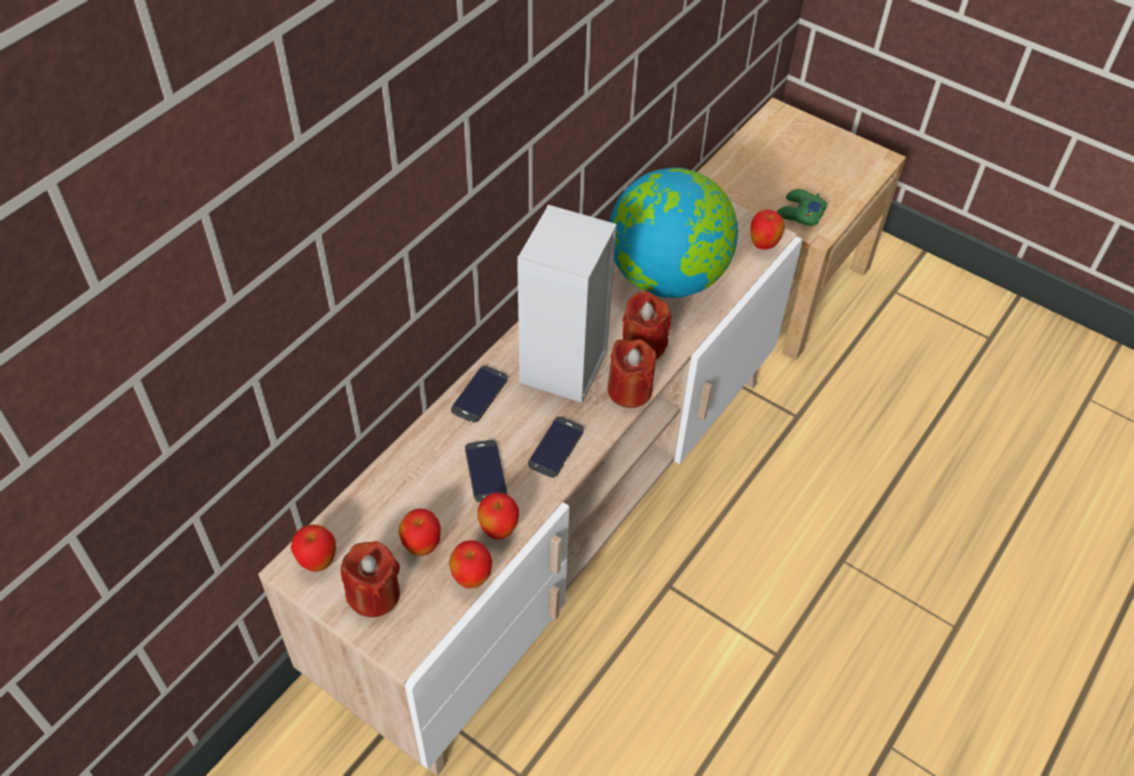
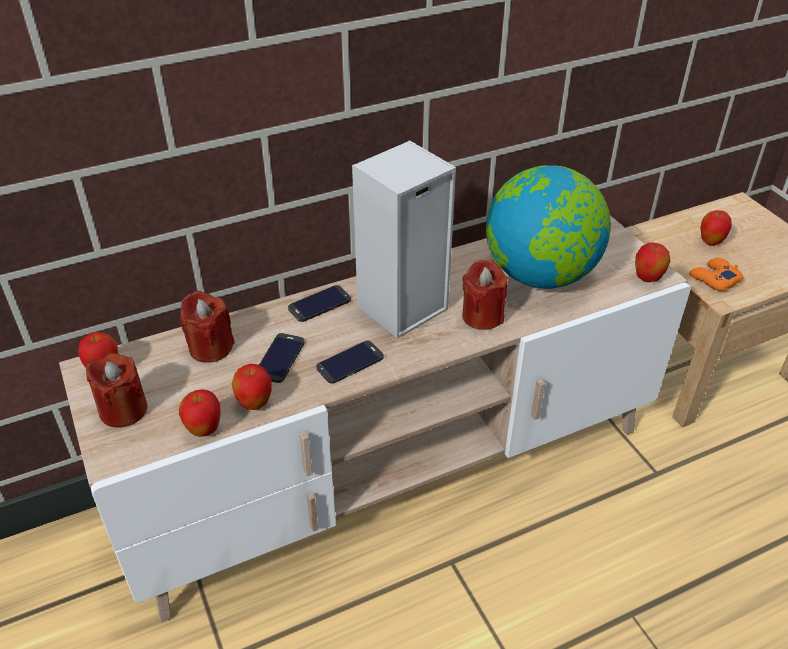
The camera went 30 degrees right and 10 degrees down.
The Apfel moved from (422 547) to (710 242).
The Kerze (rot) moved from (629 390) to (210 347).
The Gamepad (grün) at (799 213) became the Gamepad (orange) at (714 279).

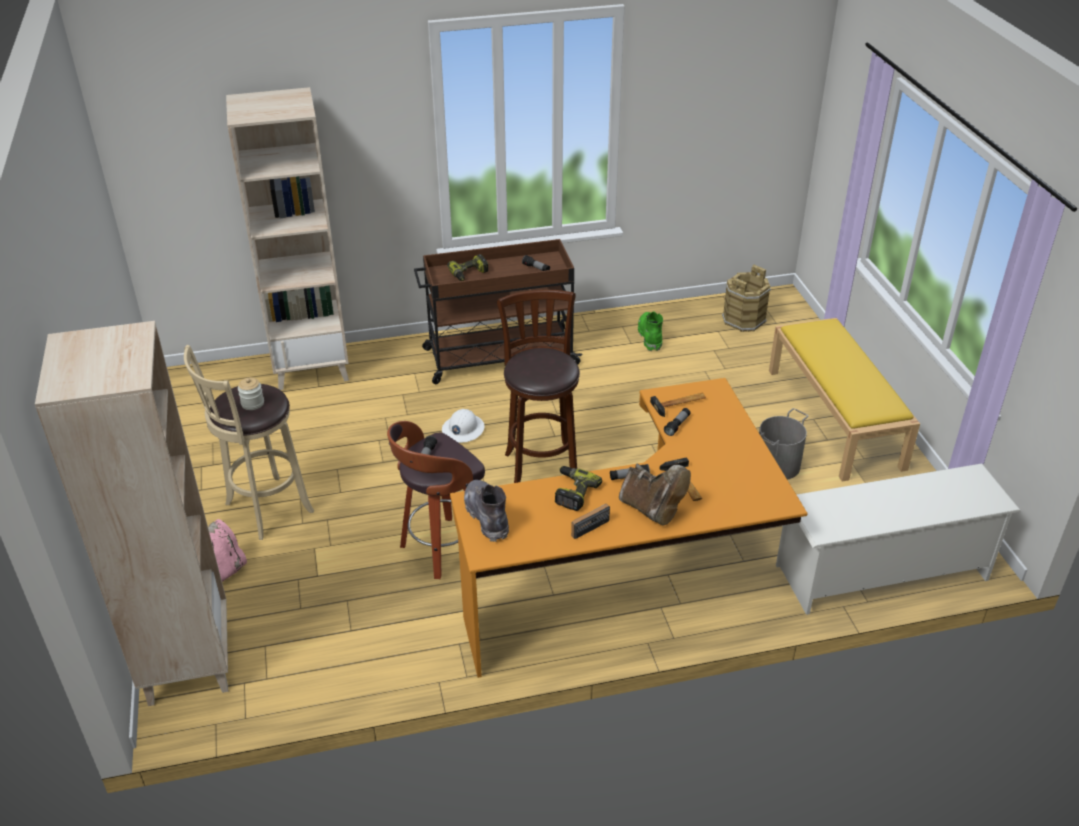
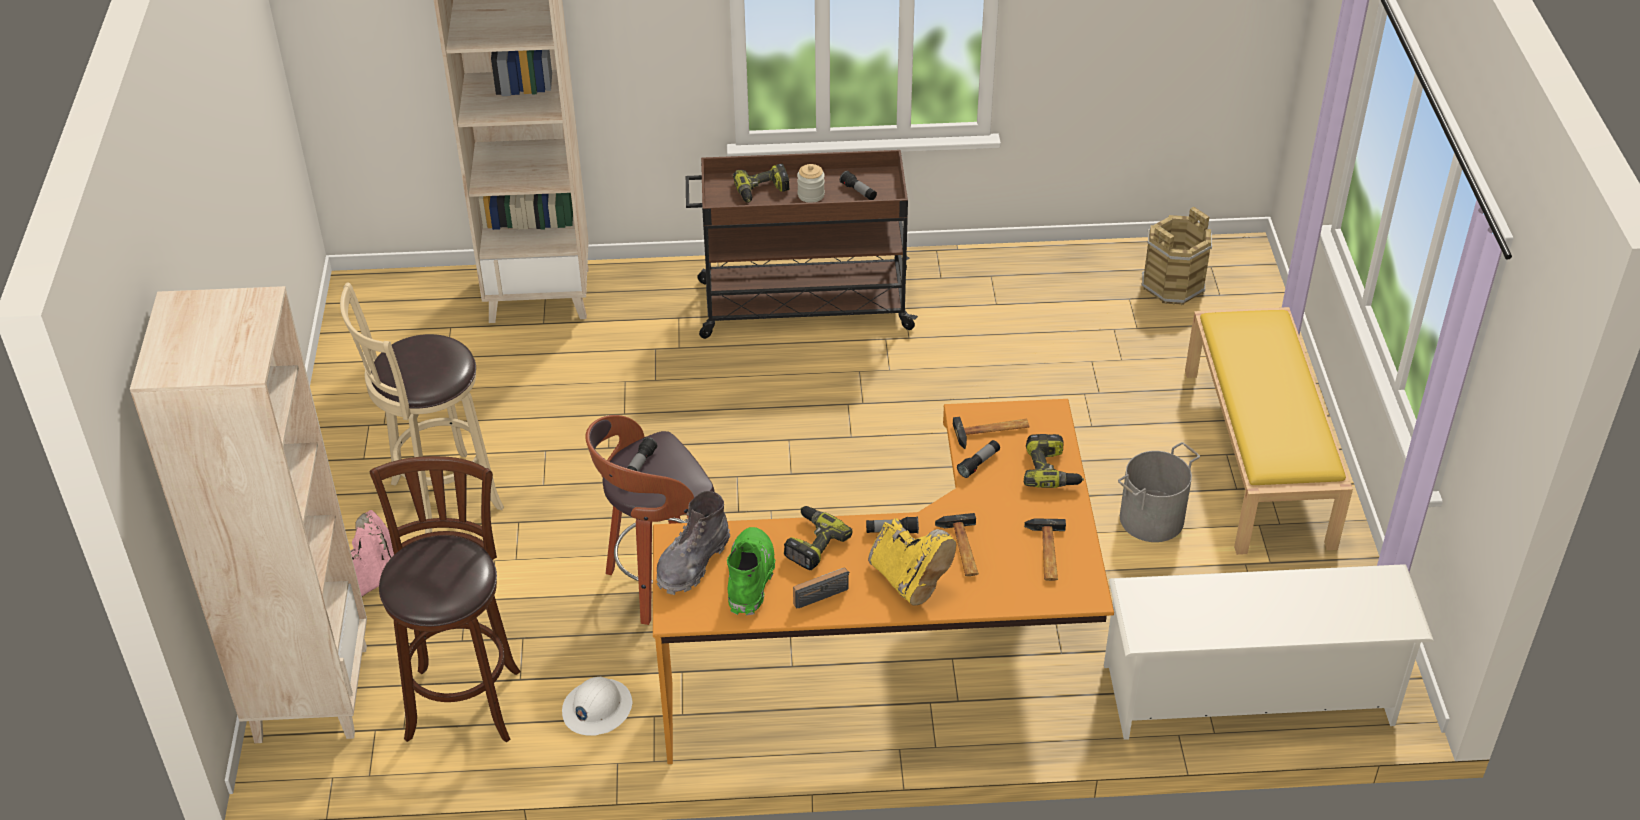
The camera went 10 degrees right and 5 degrees up.
The Vorratsglas moved from (252 403) to (811 195).
The Schutzhelm (weiß) moved from (463 429) to (596 708).
The Stiefel (grau) at (487 516) turned 135 degrees counterclockwise.
The Hocker (braun) moved from (541 466) to (464 698).
The Stiefel (braun) at (652 510) became the Stiefel (gelb) at (908 581).
The Stiefel (grün) moved from (650 337) to (750 578).
The Bohrmaschine at (1051 470) appeared.
The Hammer at (1046 553) appeared.

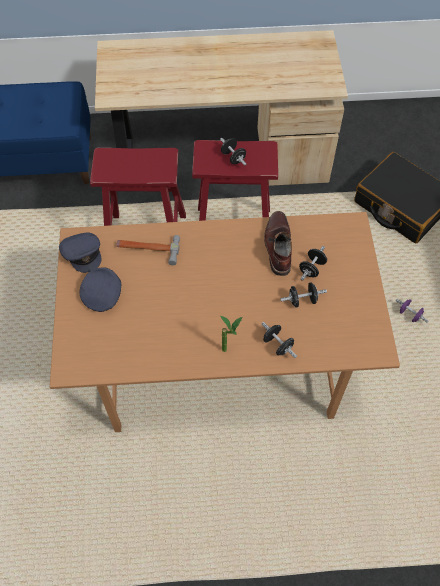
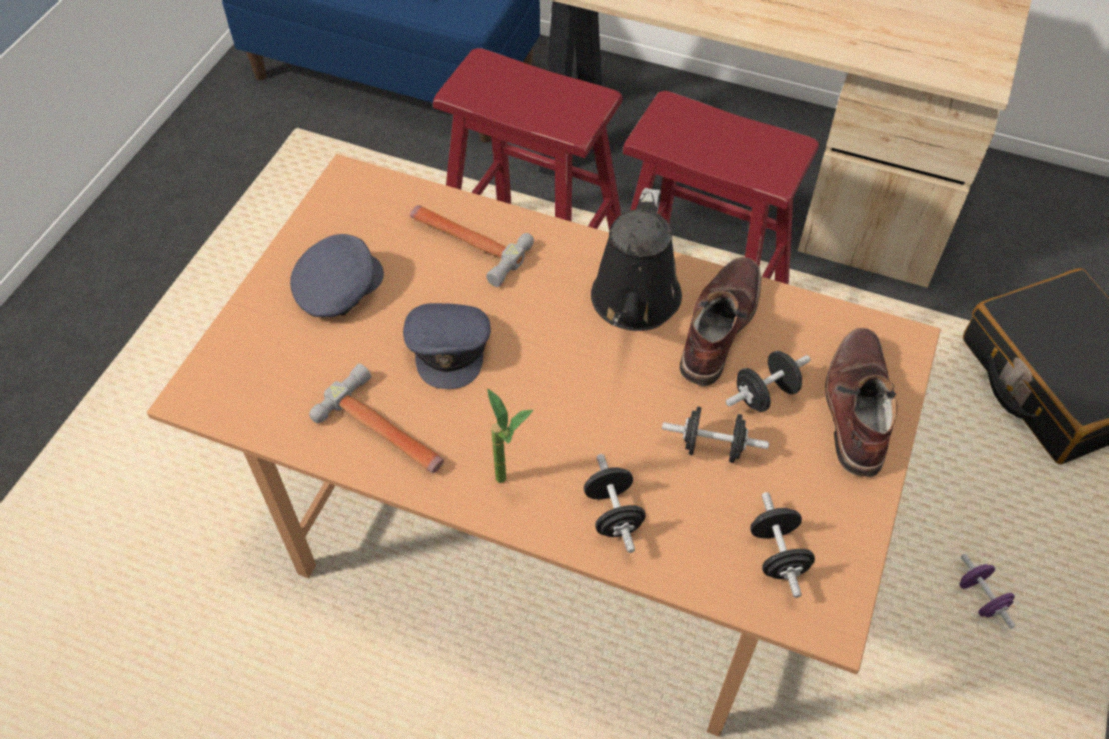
The camera went 25 degrees right and 5 degrees down.
The Kappe (grau) moved from (83 253) to (449 347).
The Hantel (schwarz) moved from (233 157) to (777 555).
The Hammer at (386 432) appeared.
The Gießkanne (schwarz) at (634 304) appeared.
The Stiefel (braun) at (855 407) appeared.

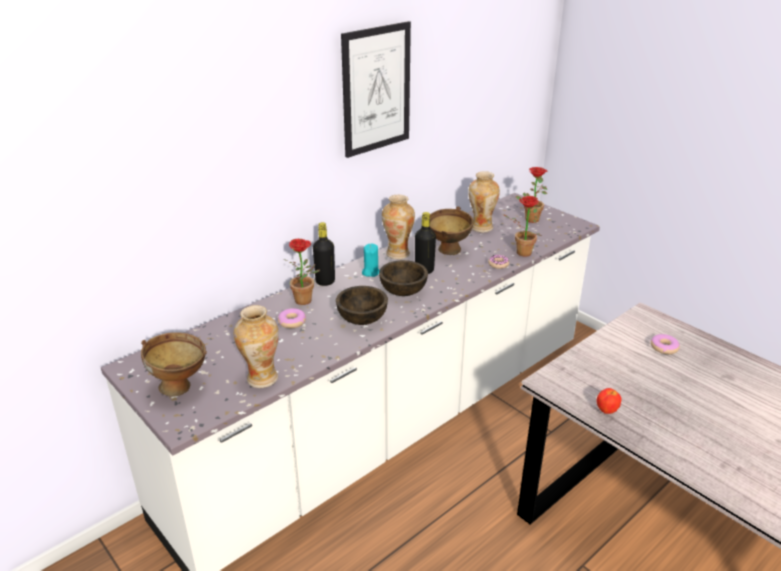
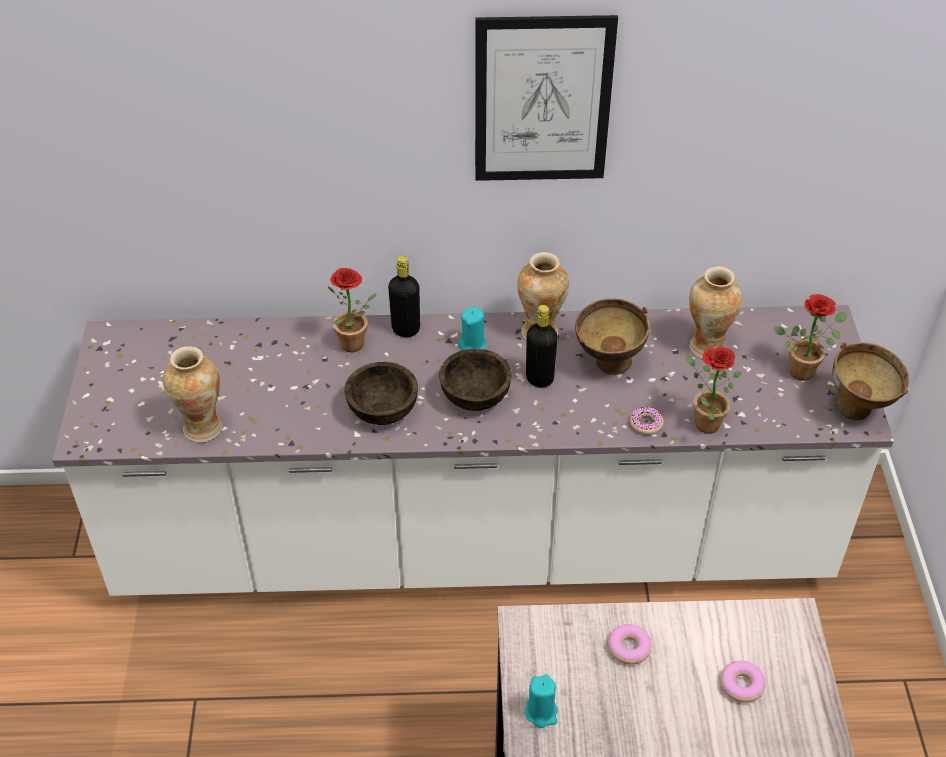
The camera went 40 degrees right and 15 degrees up.
The Schüssel (braun) moved from (182 388) to (859 411).
The Donut moved from (292 322) to (629 648).
The Apfel at (606 410) was replaced by the Kerze (türkis) at (541 712).

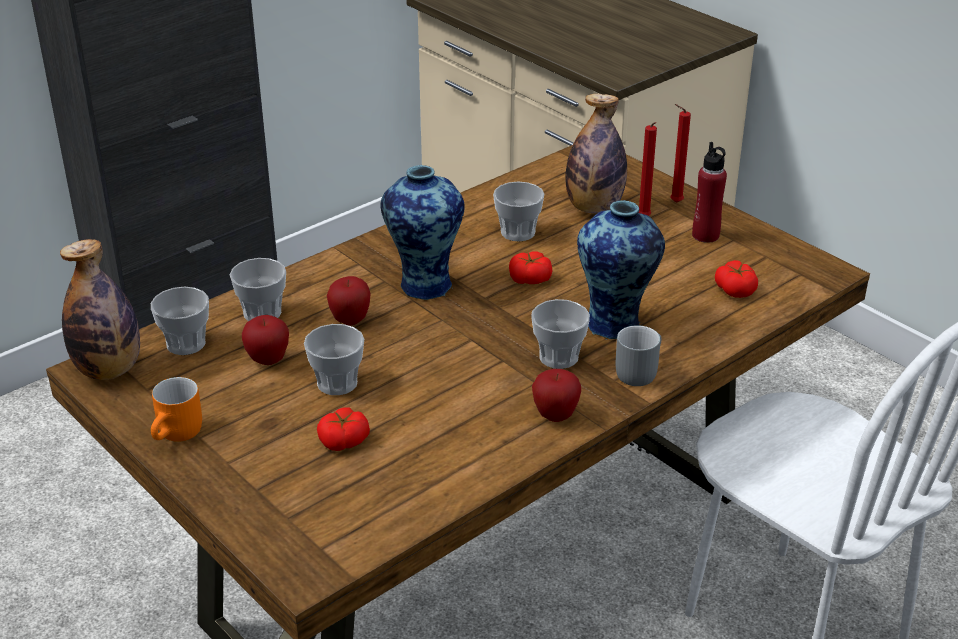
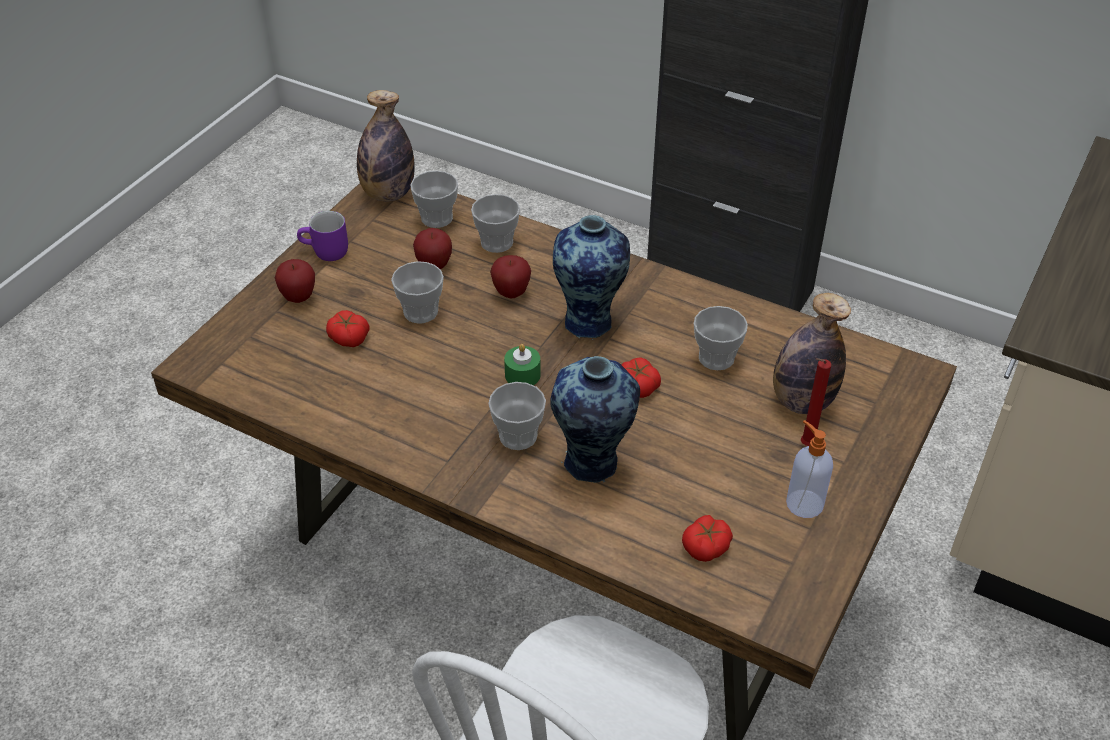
The camera went 70 degrees right and 10 degrees up.
The Henkelbecher (orange) at (179 435) became the Henkelbecher (lila) at (325 253).
The Apfel moved from (555 416) to (299 297).
The Henkelbecher (grau) at (637 371) disappeared.
The Kerze (rot) at (674 202) disappeared.
The Flasche (rot) at (705 235) was replaced by the Seifenspender at (803 503).
The Kerze (grün) at (522 375) appeared.

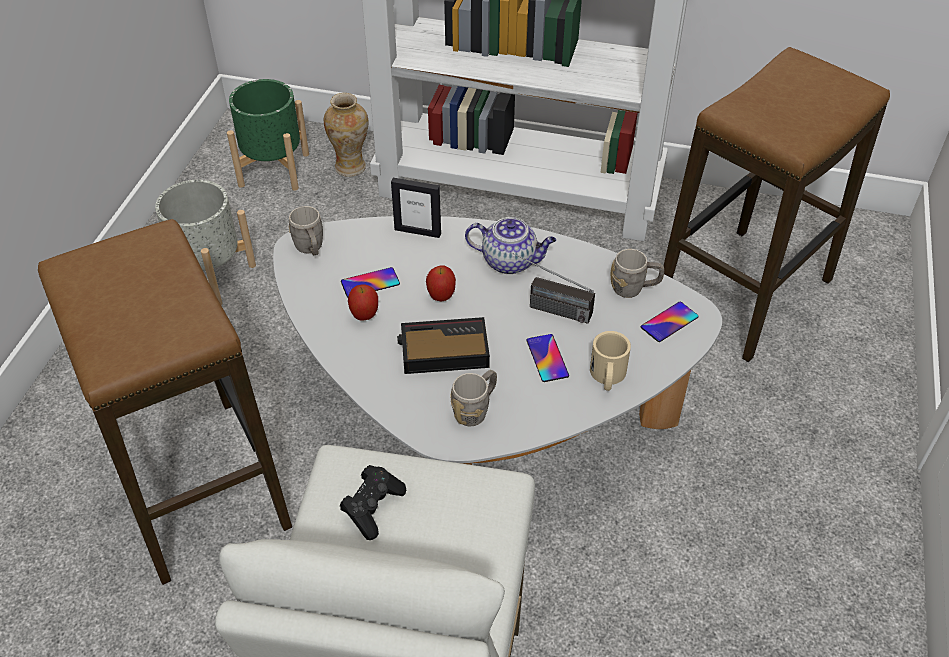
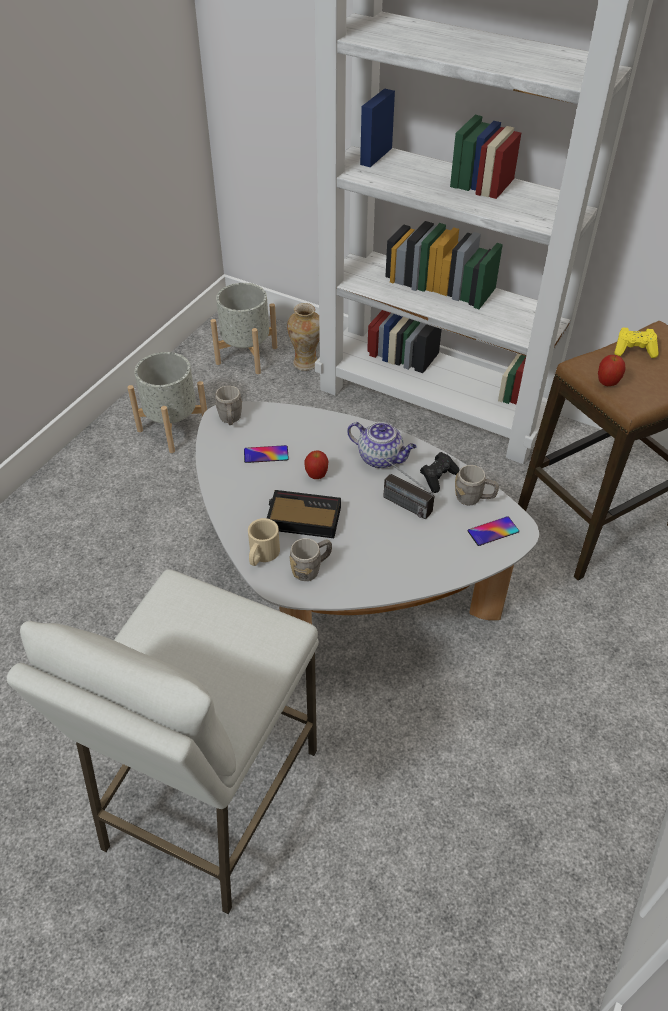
The camera went 15 degrees right and 0 degrees up.
The Hocker at (199 487) disappeared.
The Pflanzkübel (grün) at (273 169) became the Pflanzkübel (grau) at (246 355).
The Gamepad (schwarz) moved from (373 508) to (438 478).
The Apfel moved from (364 316) to (607 383).
The Bilderrahmen at (418 231) disappeared.
The Handy at (547 358) disappeared.
The Henkelbecher (beige) moved from (607 377) to (261 555).
The Gamepad (gelb) at (634 350) appeared.

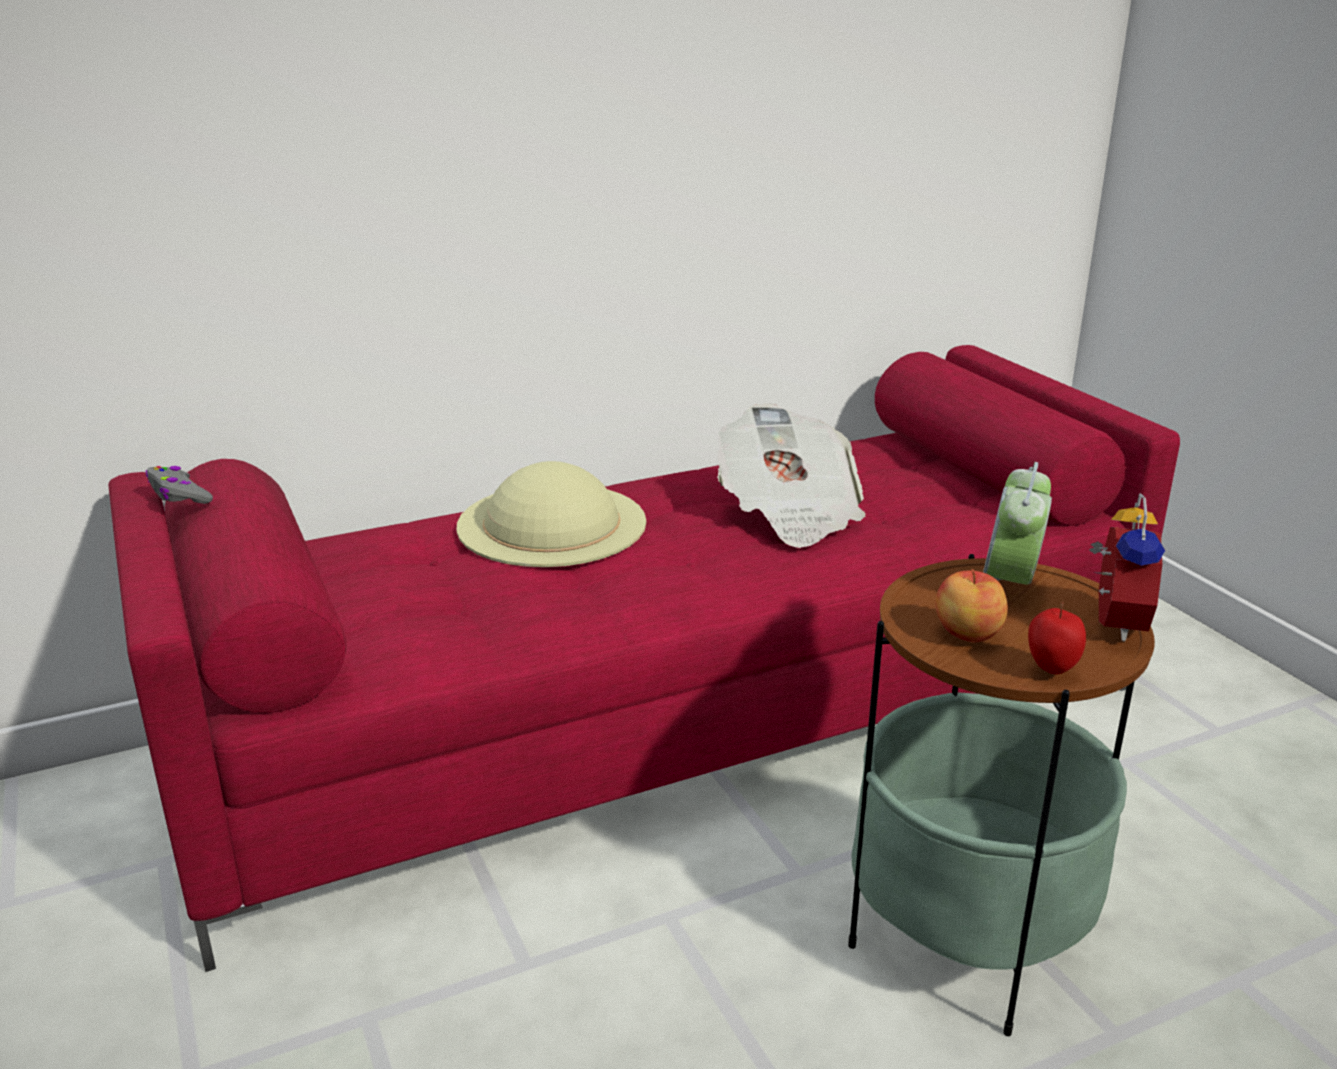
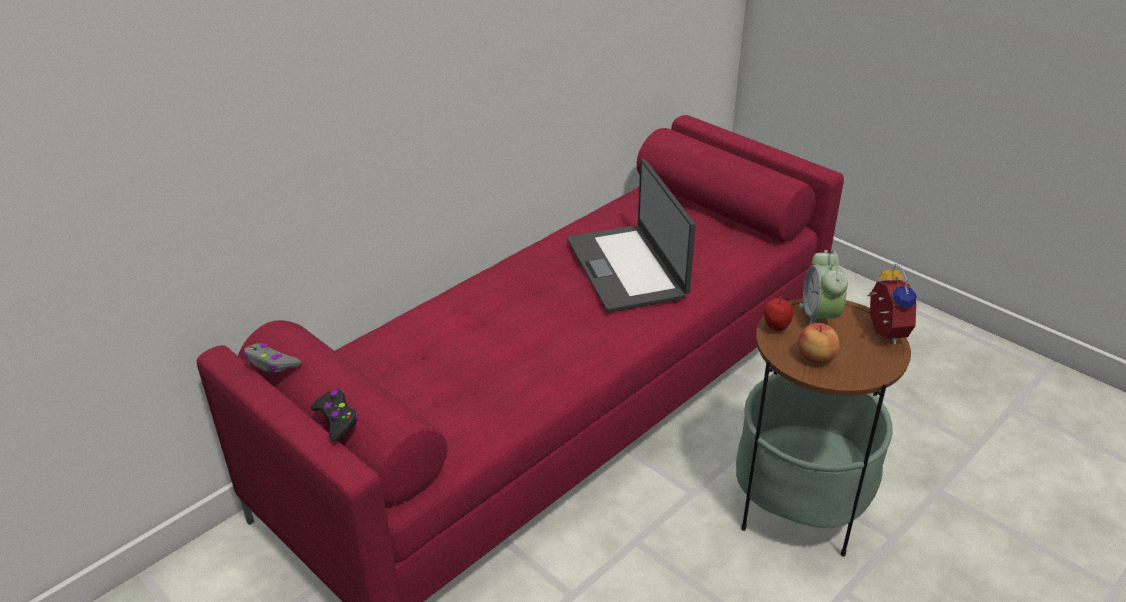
The camera went 20 degrees left and 10 degrees up.
The Hut (beige) at (551 523) disappeared.
The Zeitung at (789 513) was replaced by the Laptop at (627 268).
The Apfel moved from (1051 669) to (776 328).
The Gamepad (schwarz) at (336 419) appeared.

